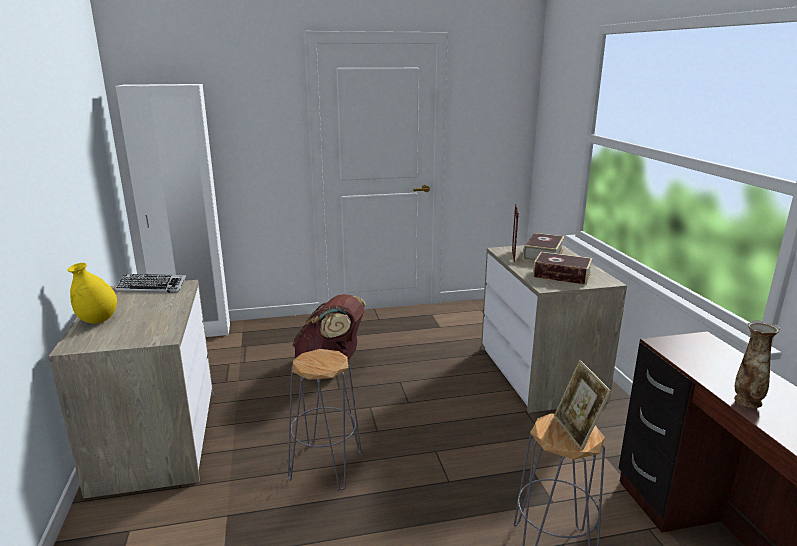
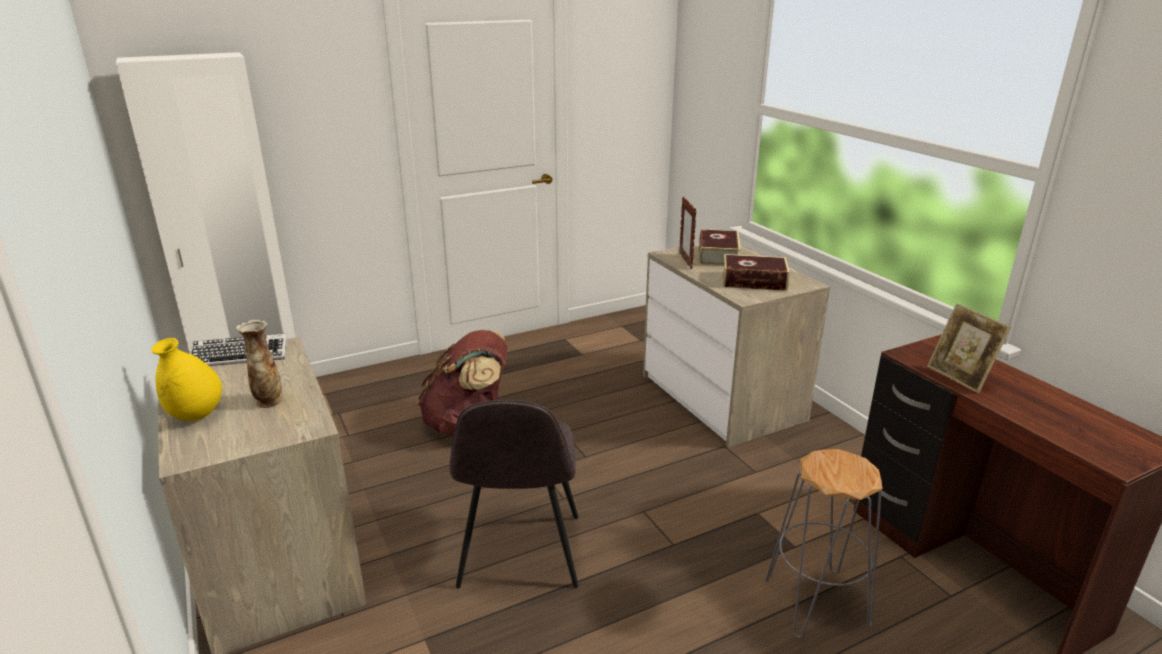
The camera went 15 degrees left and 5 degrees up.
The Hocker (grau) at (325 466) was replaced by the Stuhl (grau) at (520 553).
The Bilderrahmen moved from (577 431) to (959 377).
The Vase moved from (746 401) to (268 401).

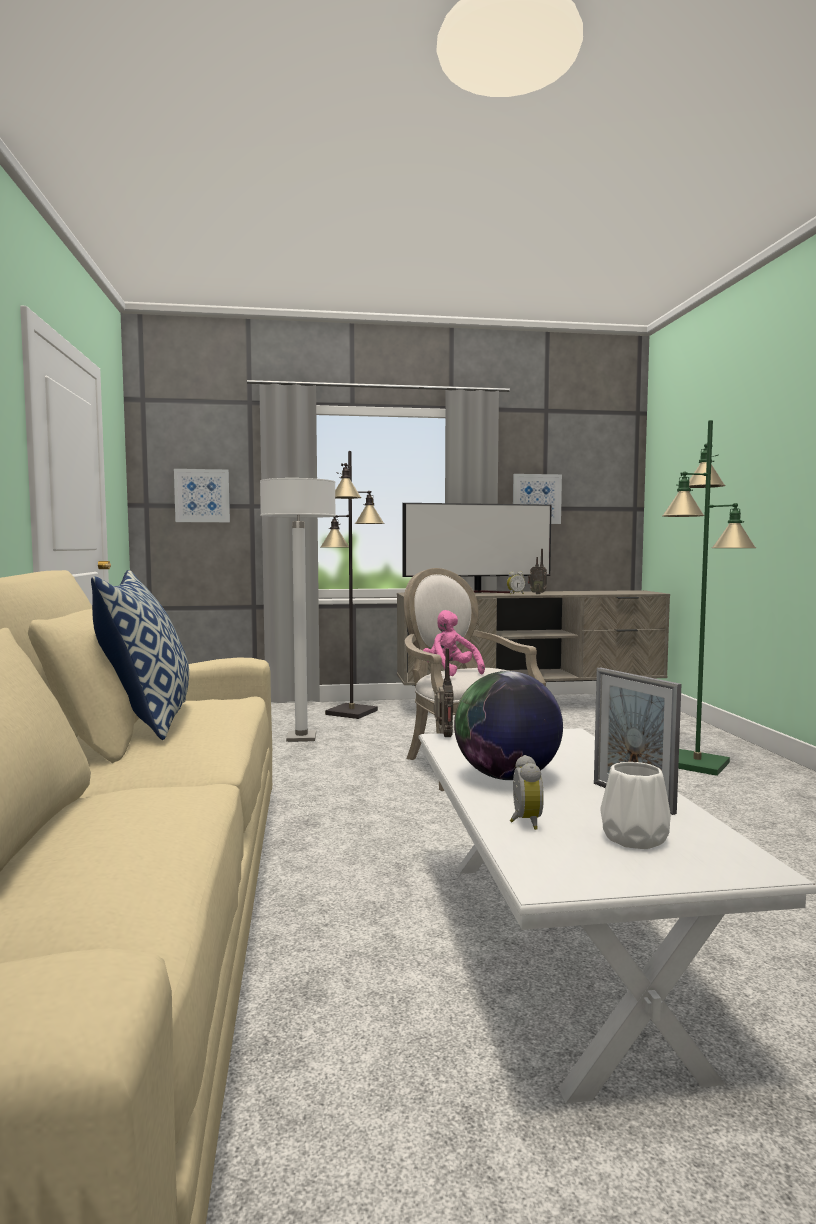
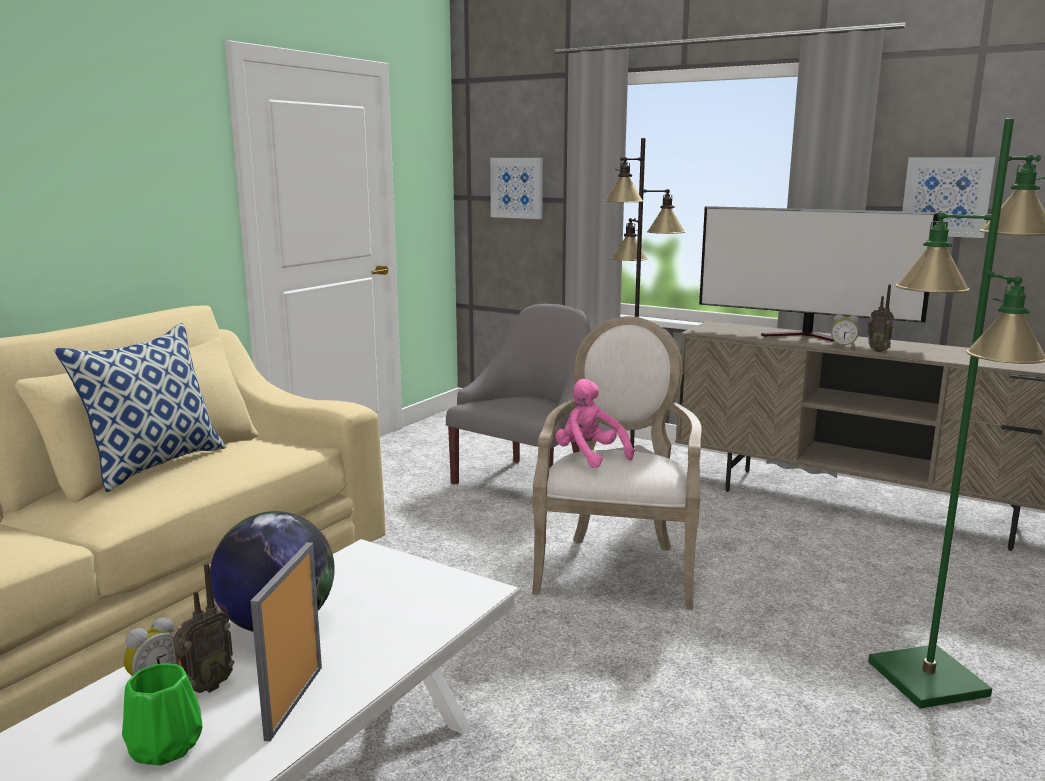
The camera went 40 degrees right and 10 degrees up.
The Stehlampe (weiß) at (301 738) was replaced by the Sessel (grau) at (526 481).
The Plüschtier (rosa) at (450 672) turned 45 degrees counterclockwise.
The Radio moved from (443 737) to (205 687).
The Vase (weiß) at (632 838) became the Vase (grün) at (164 745).

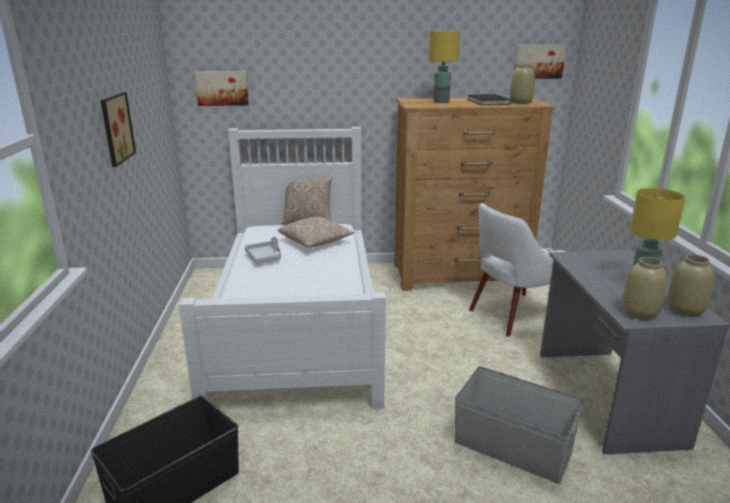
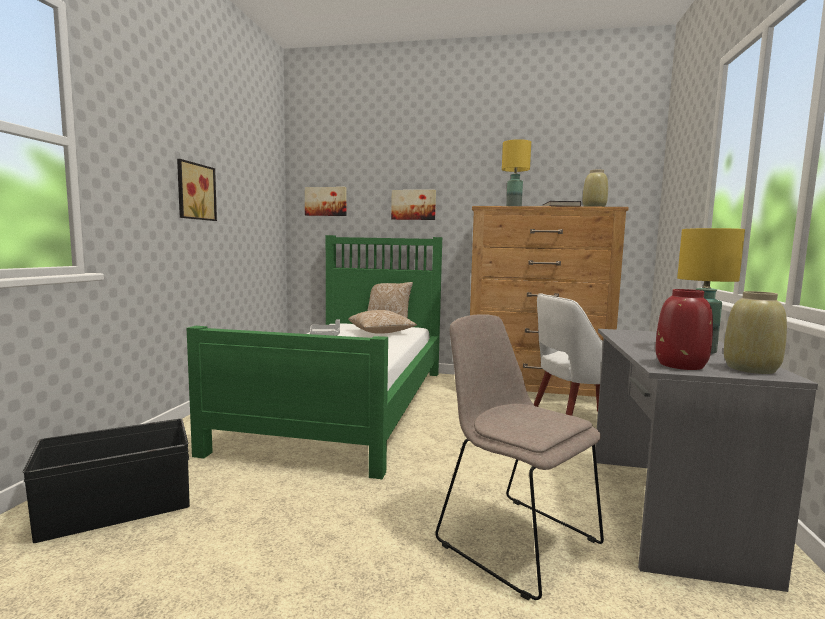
The camera went 15 degrees right and 15 degrees down.
The Bett (weiß) at (297 322) became the Bett (grün) at (347 404).
The Aufbewahrungsbox (grau) at (512 446) was replaced by the Stuhl (beige) at (513 539).
The Bild moved from (538 61) to (413 205).
The Vase (beige) at (640 313) became the Vase (rot) at (681 365).

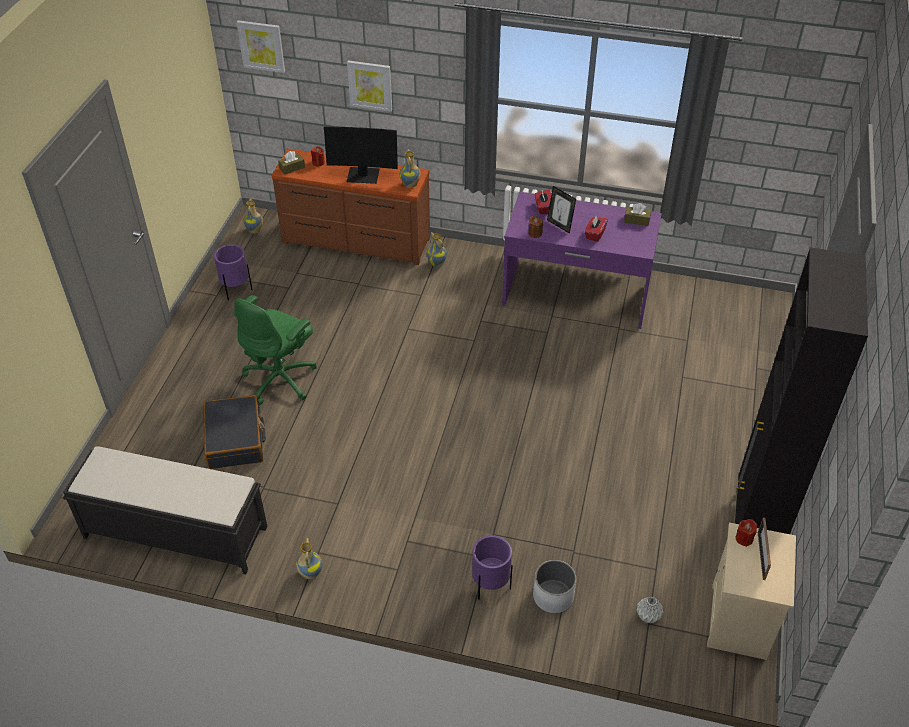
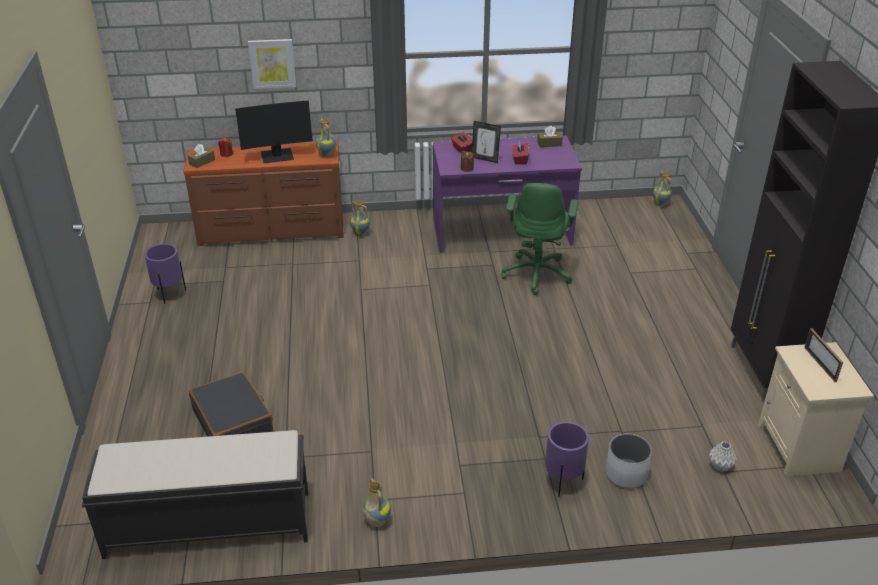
The camera went 20 degrees left and 10 degrees down.
The Bürostuhl (grün) moved from (281 379) to (537 274).
The Bild at (261 46) disappeared.
The Vase moved from (255 231) to (661 204).
The Kerze (rot) at (744 538) disappeared.

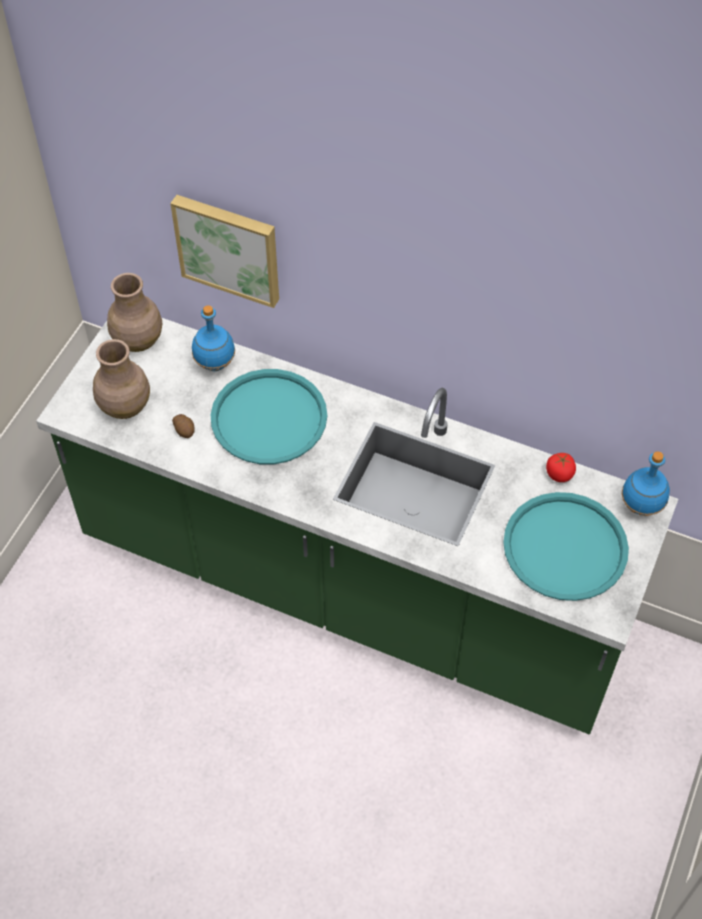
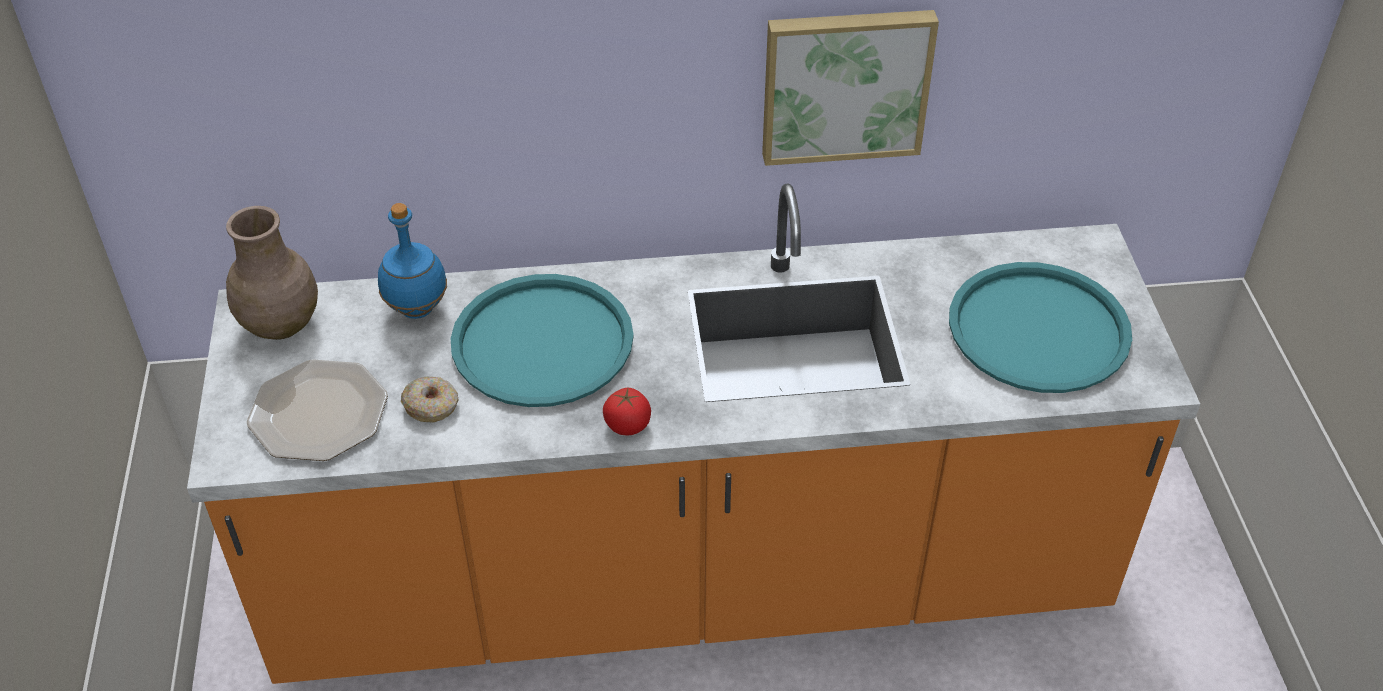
The camera went 30 degrees left and 10 degrees down.
The Küchenzeile (grün) at (351 589) became the Küchenzeile (orange) at (691 586).
The Vase (braun) at (124 406) was replaced by the Teller at (317 413).
The Bild moved from (229 248) to (845 84).
The Kartoffel at (185 430) was replaced by the Donut at (432 406).
The Tomate moved from (559 474) to (628 424).
The Flasche (blau) at (641 507) disappeared.

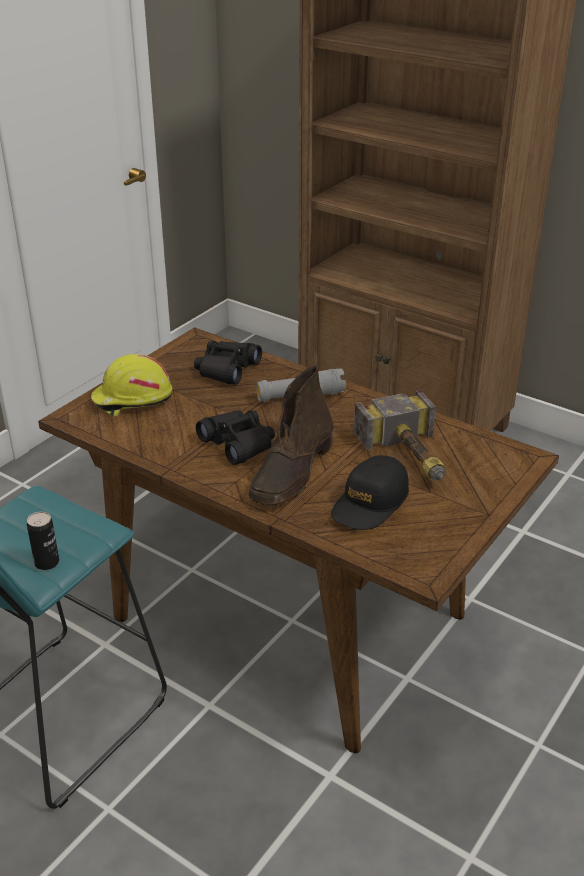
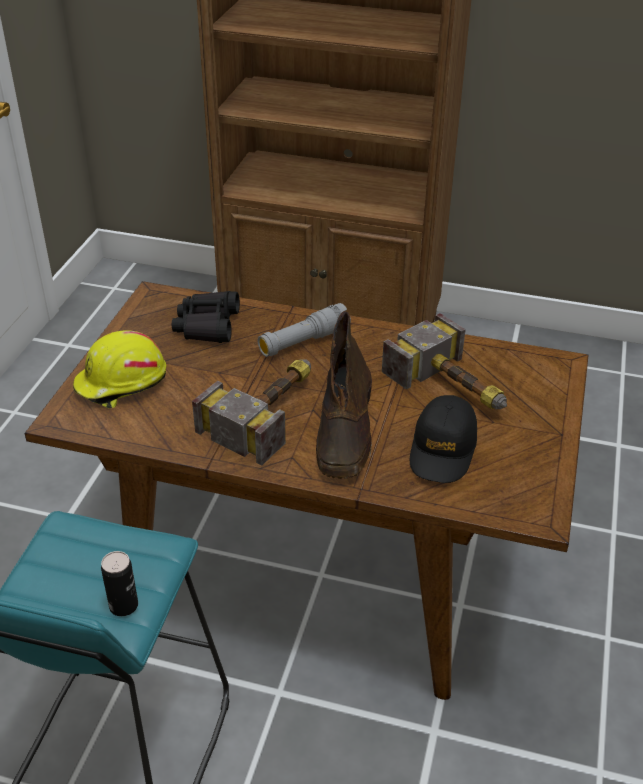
The camera went 20 degrees left and 5 degrees up.
The Fernglas (schwarz) at (238 444) was replaced by the Hammer at (270 411).

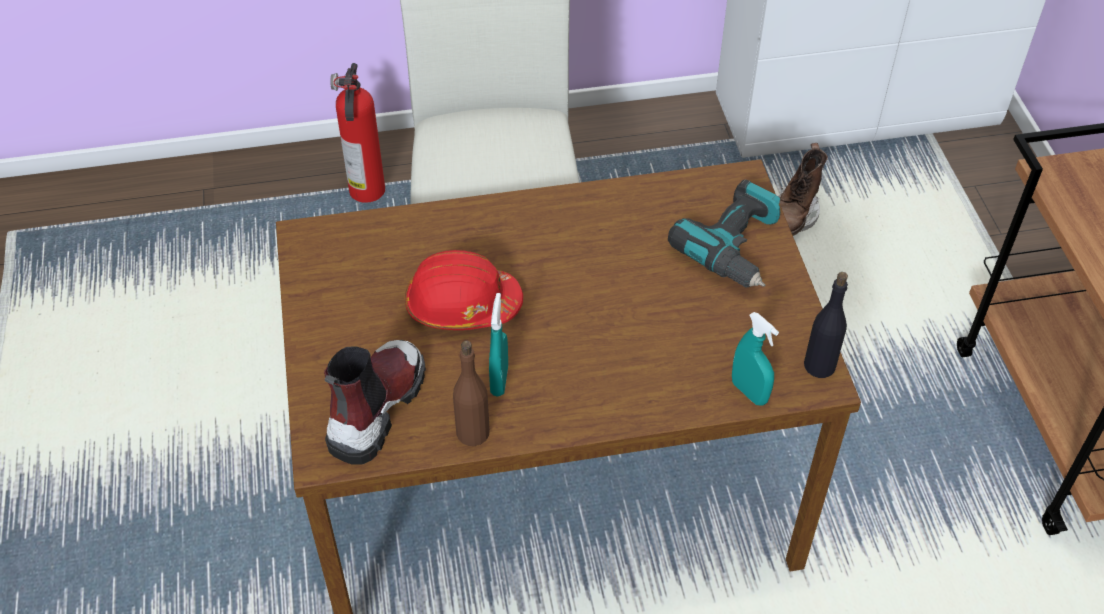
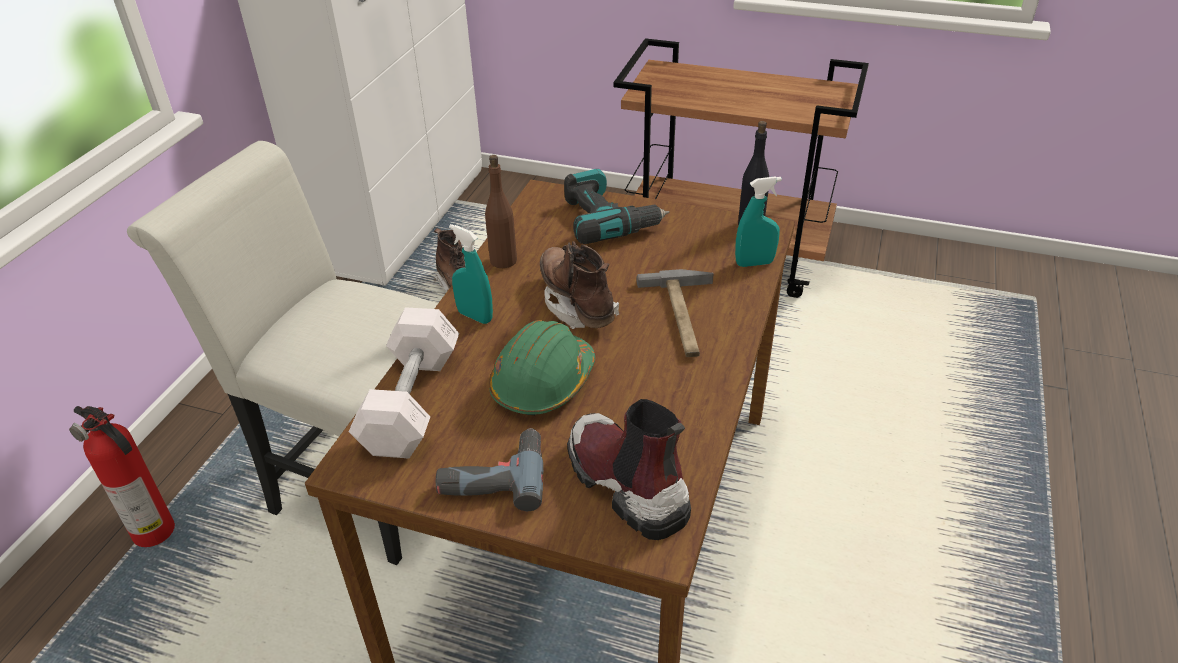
The camera went 60 degrees left and 10 degrees down.
The Schutzhelm (rot) at (462 305) became the Schutzhelm (grün) at (543 383).
The Flasche (braun) moved from (473 432) to (503 260).
The Sprühflasche (türkis) moved from (499 380) to (475 316).
The Hantel (weiß) at (411 402) appeared.
The Bohrmaschine at (492 475) appeared.
The Stiefel (braun) at (577 304) appeared.
The Hammer at (683 317) appeared.

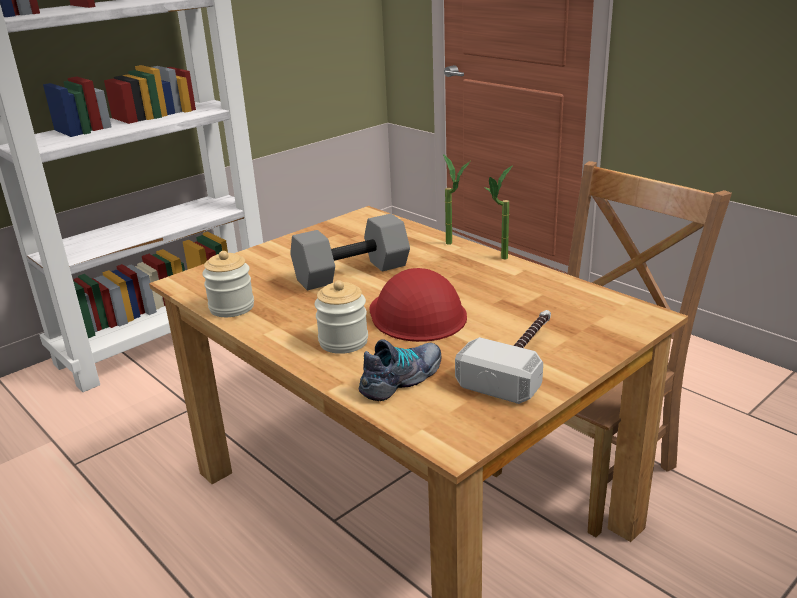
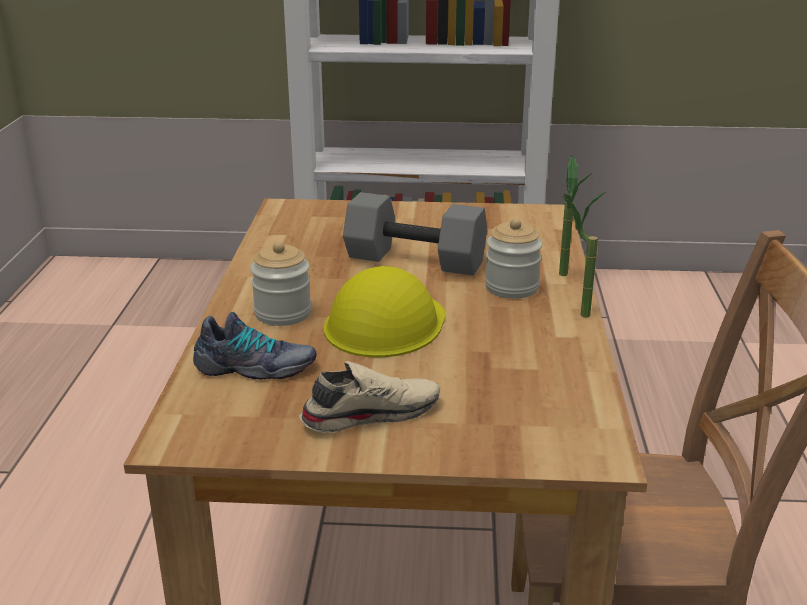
The camera went 45 degrees right and 0 degrees up.
The Vorratsglas moved from (232 307) to (511 287).
The Schutzhelm (rot) at (417 314) became the Schutzhelm (gelb) at (385 323).
The Hammer at (519 361) was replaced by the Schuh (beige) at (370 413).

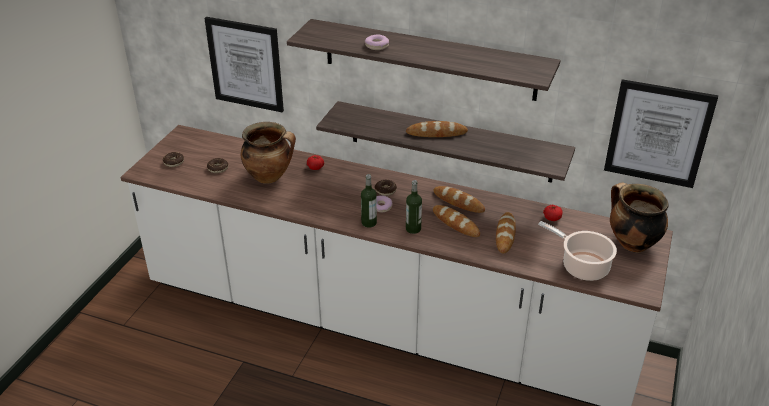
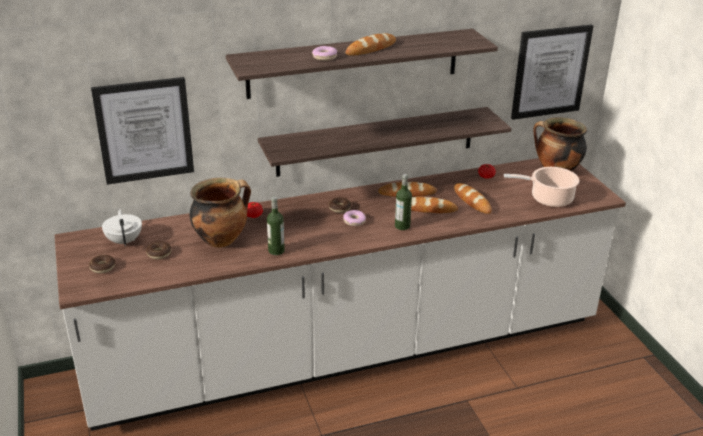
The camera went 40 degrees left and 5 degrees down.
The Flasche moved from (369 223) to (276 251).
The Brot moved from (436 133) to (371 48).
The Teekanne (weiß) at (125 241) appeared.

